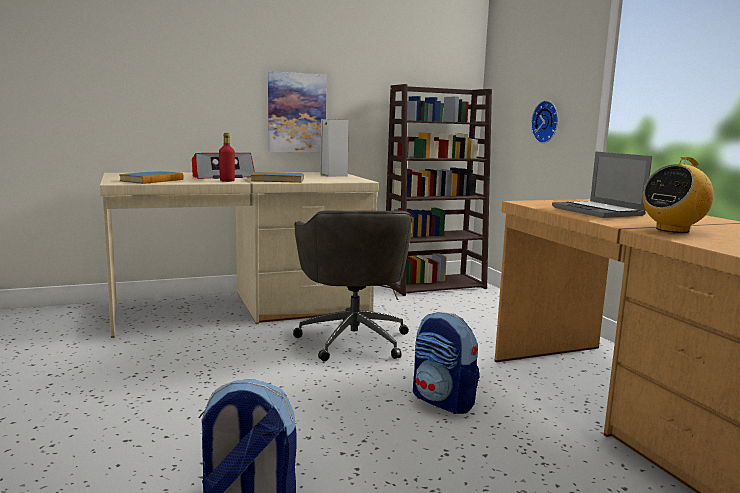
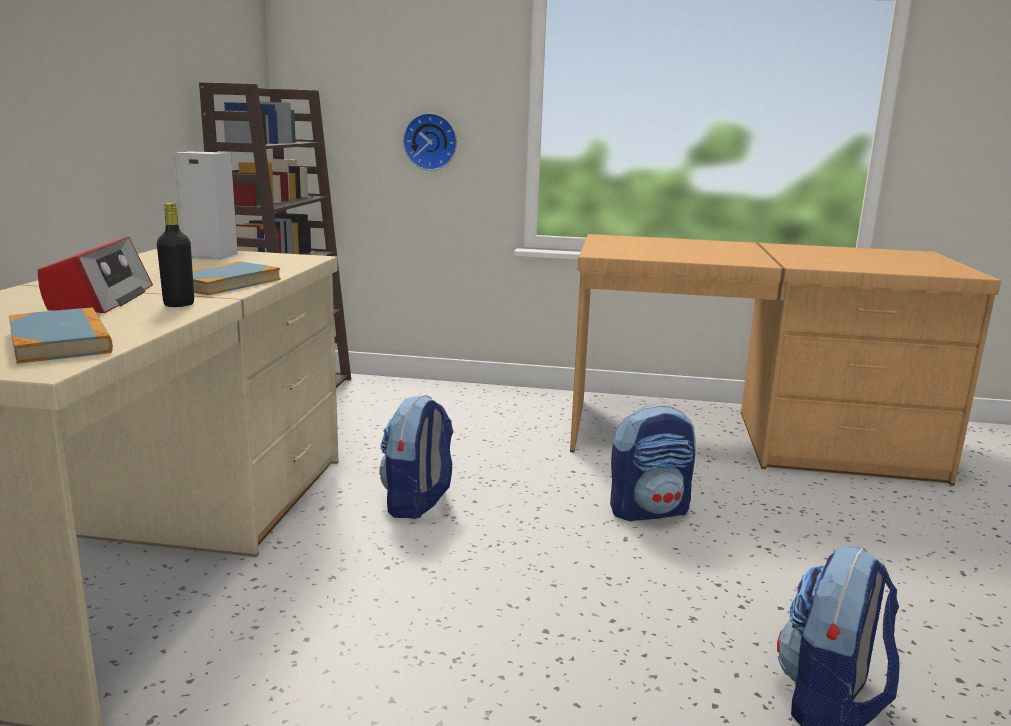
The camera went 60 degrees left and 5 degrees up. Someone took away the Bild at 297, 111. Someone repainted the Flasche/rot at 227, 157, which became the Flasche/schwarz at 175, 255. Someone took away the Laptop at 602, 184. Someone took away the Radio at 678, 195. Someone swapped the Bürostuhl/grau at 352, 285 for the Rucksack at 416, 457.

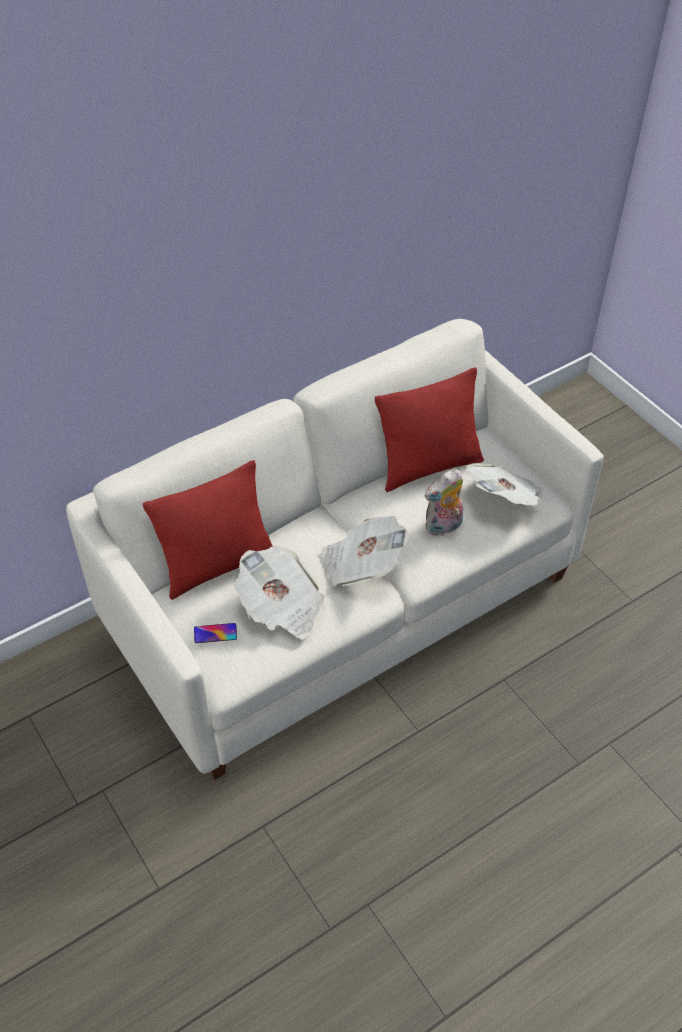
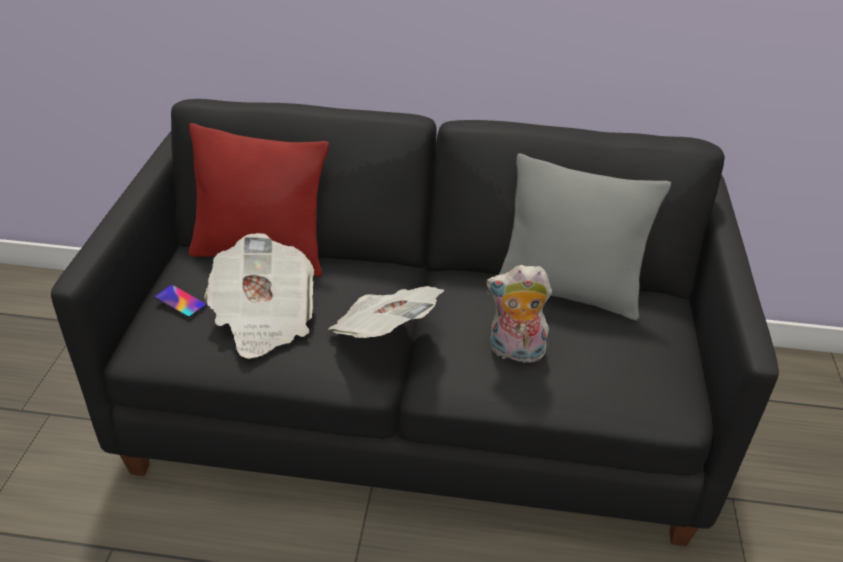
The camera went 40 degrees right and 10 degrees down. Someone repainted the Sofa/weiß at 335, 549, which became the Sofa/schwarz at 415, 322. Someone repainted the Kissen/rot at 429, 429, which became the Kissen/grau at 585, 237. Someone took away the Zeitung at 504, 485.

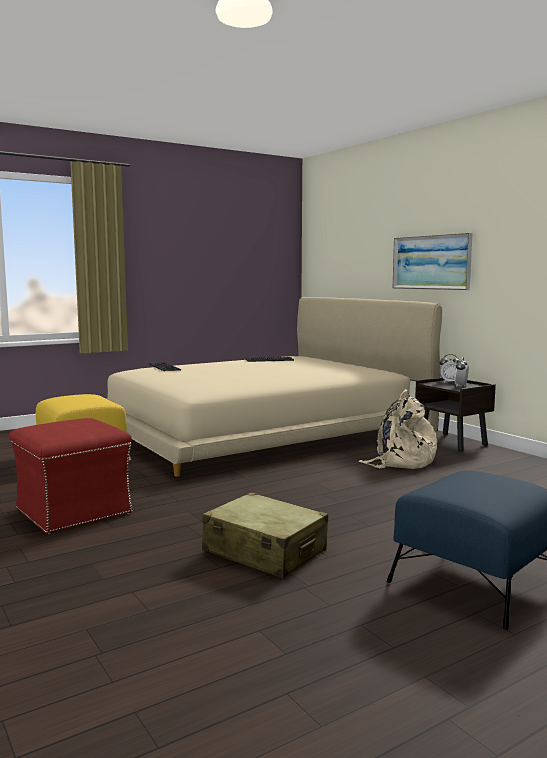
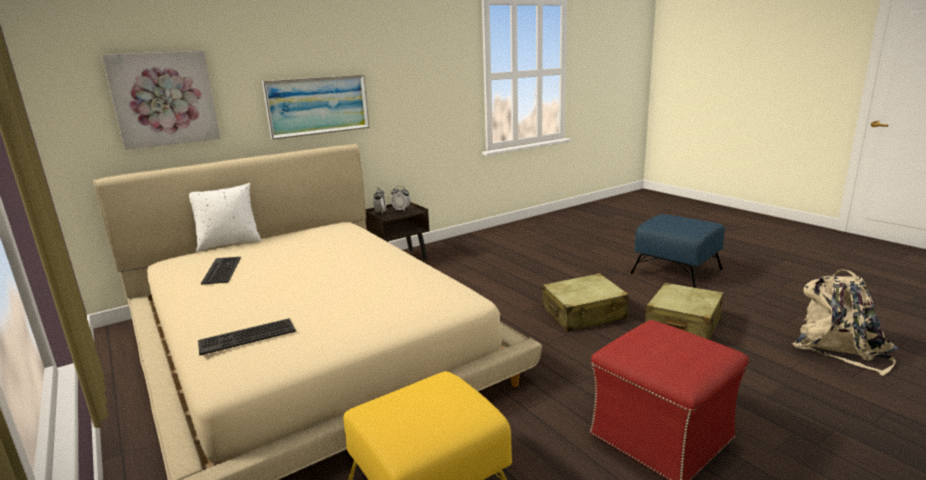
The camera went 90 degrees left and 10 degrees up. Someone carried the Rucksack/beige from 398, 429 to 845, 322. Someone put up the Bild at 161, 100. Someone put down the Kissen/weiß at 225, 217. Someone put down the Koffer/beige at 585, 302.

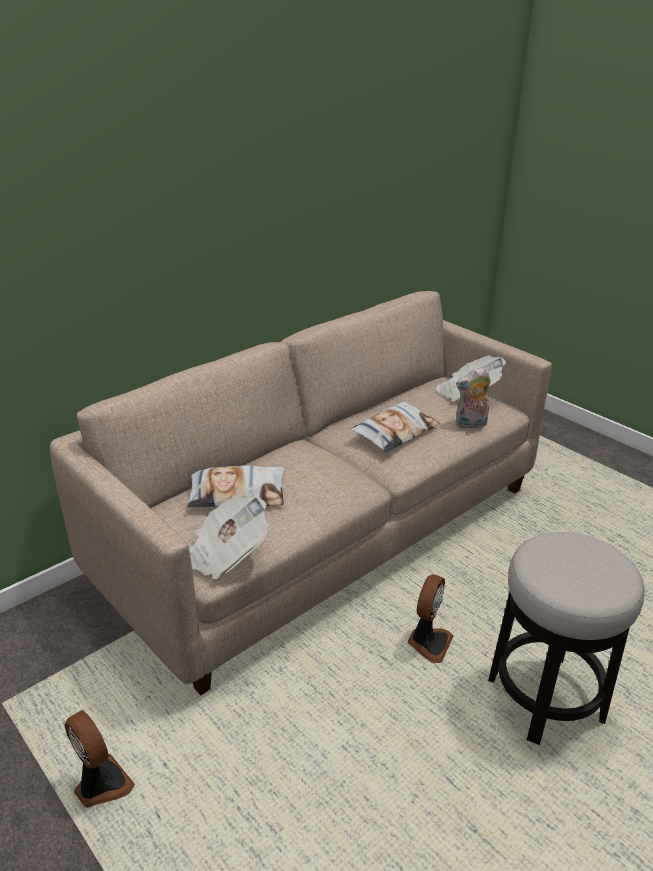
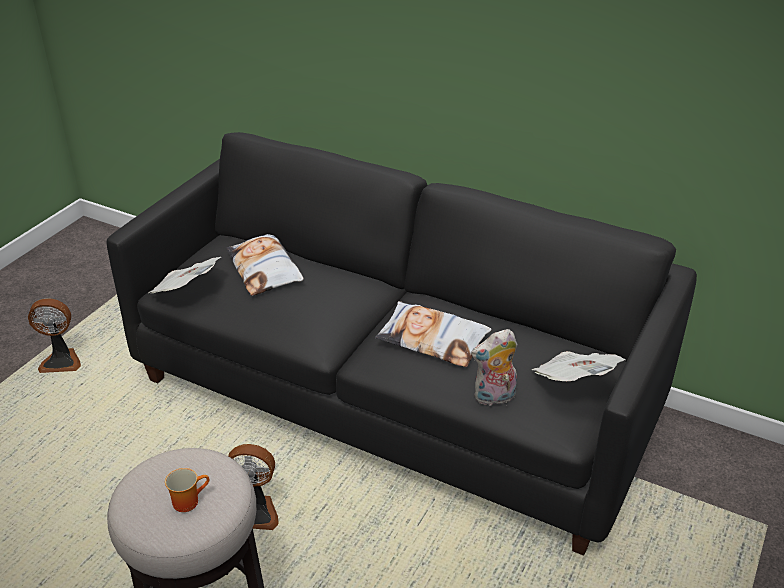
The camera went 70 degrees right and 5 degrees up. Someone repainted the Sofa/beige at 301, 493, which became the Sofa/schwarz at 401, 344. Someone rotated the Plüschtier at 473, 398 by 75 degrees counterclockwise. Someone rotated the Ventilator at 99, 759 by 60 degrees clockwise. Someone put down the Henkelbecher at 187, 490.

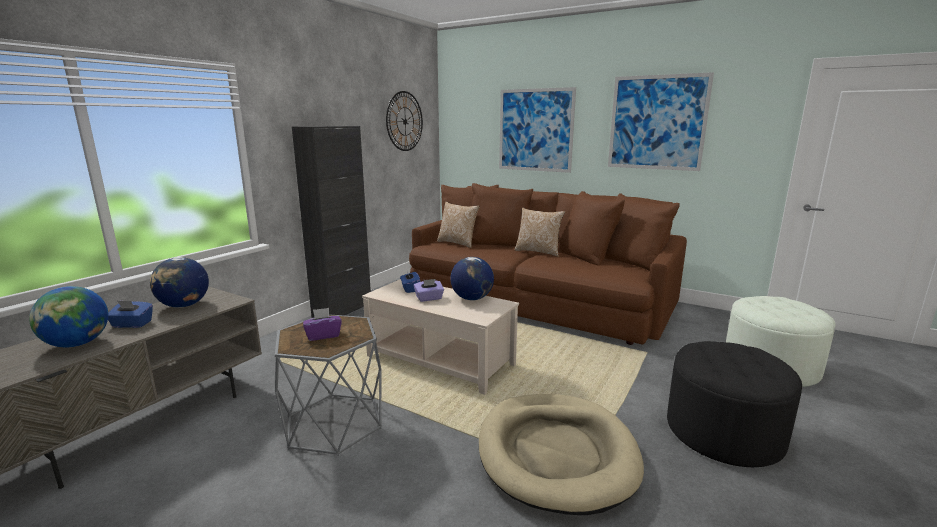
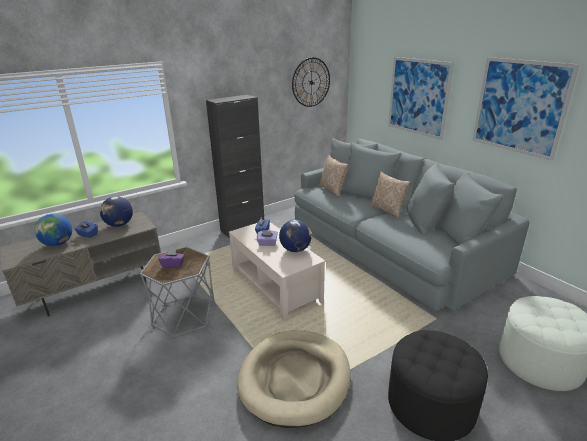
The camera went 25 degrees right and 10 degrees up. Someone repainted the Sofa/braun at 548, 264, which became the Sofa/grau at 412, 224.

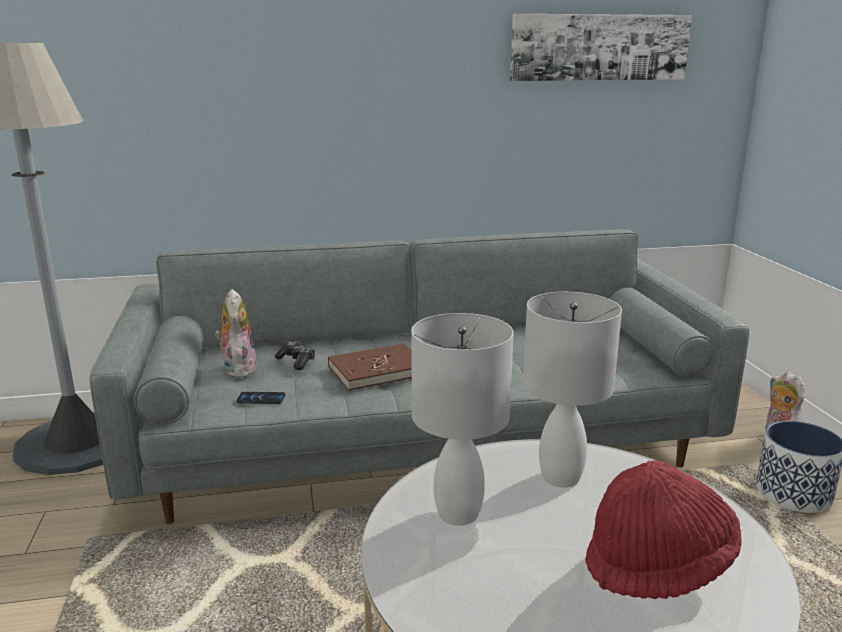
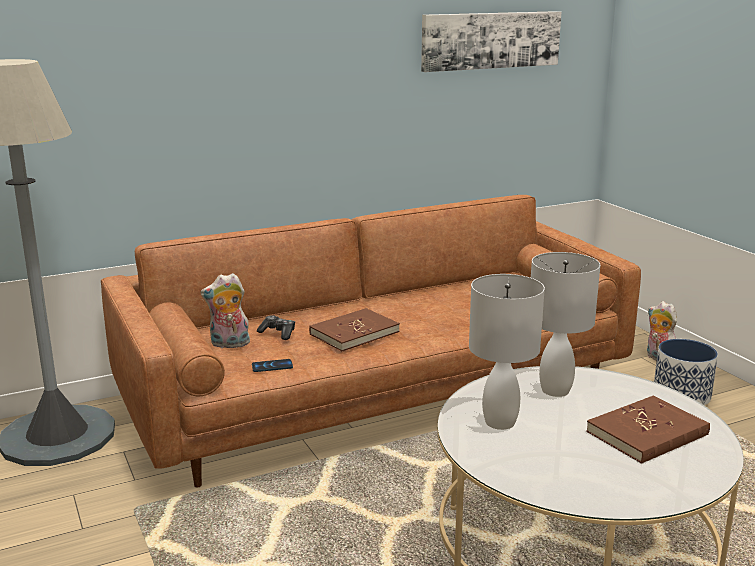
The camera went 15 degrees left and 0 degrees up. Someone repainted the Sofa/grau at 419, 376, which became the Sofa/braun at 371, 341. Someone rotated the Plüschtier at 236, 333 by 75 degrees counterclockwise. Someone swapped the Hut/rot at 663, 529 for the Buch/braun at 648, 430.

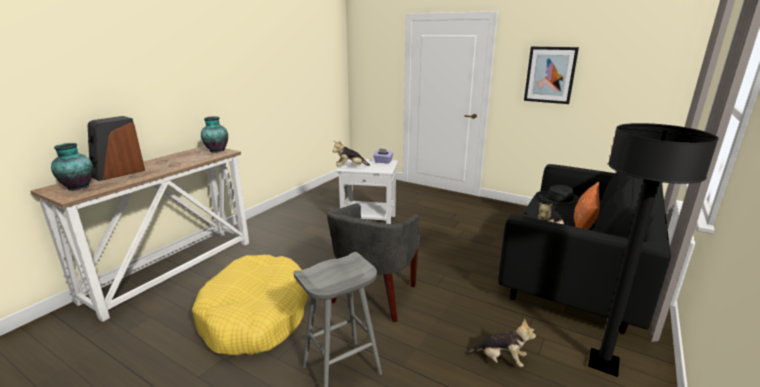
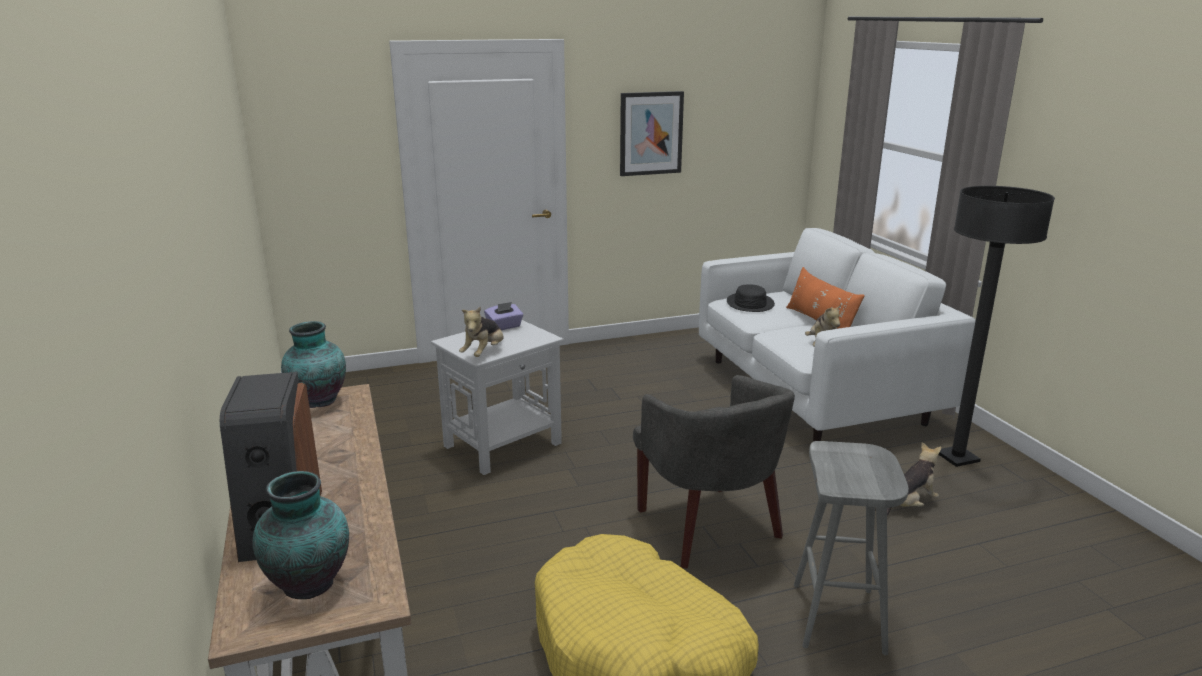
The camera went 50 degrees left and 0 degrees up. Someone repainted the Sofa/schwarz at 584, 249, which became the Sofa/weiß at 837, 335.

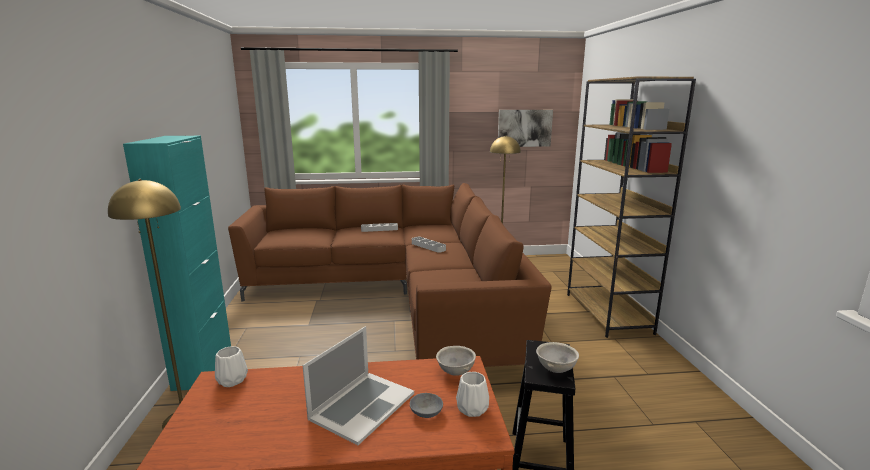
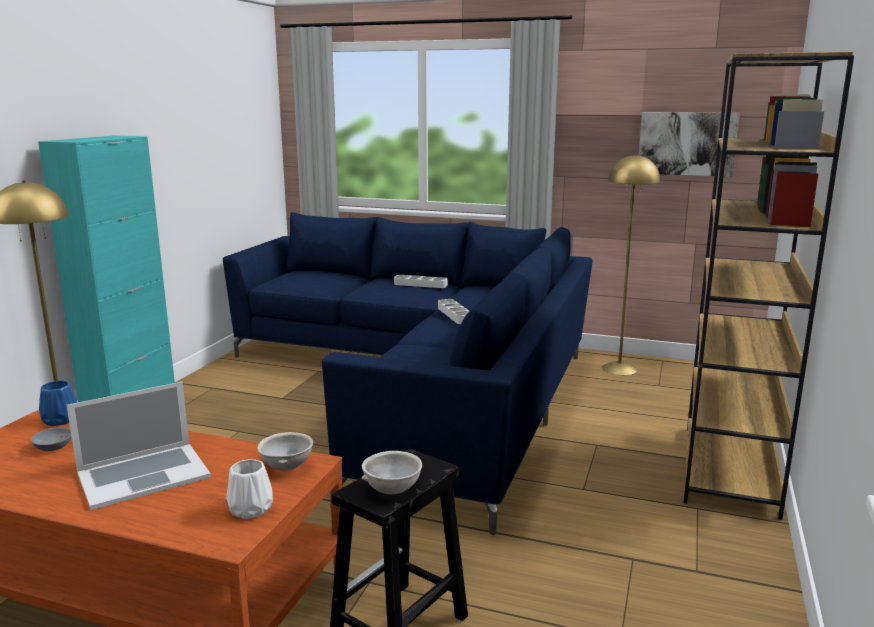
The camera went 25 degrees right and 0 degrees up. Someone repainted the Sofa/braun at 389, 275, which became the Sofa/blau at 407, 373. Someone repainted the Vase/weiß at 231, 366, which became the Vase/blau at 58, 403. Someone carried the Schüssel/grau from 426, 405 to 51, 439.

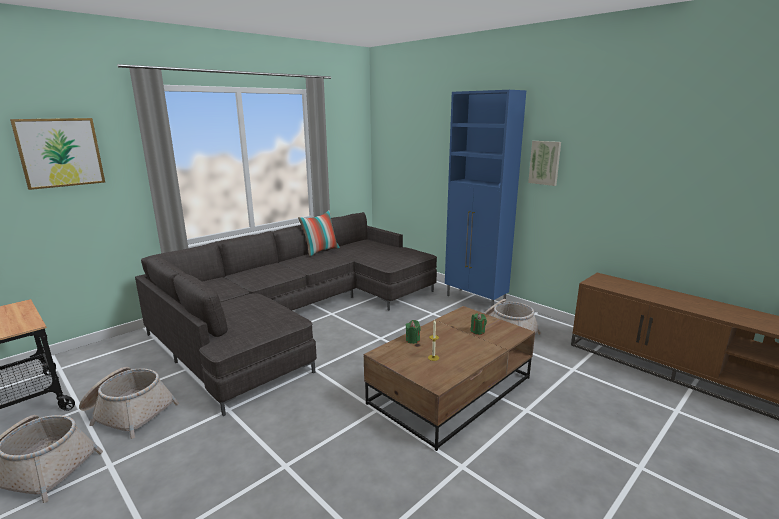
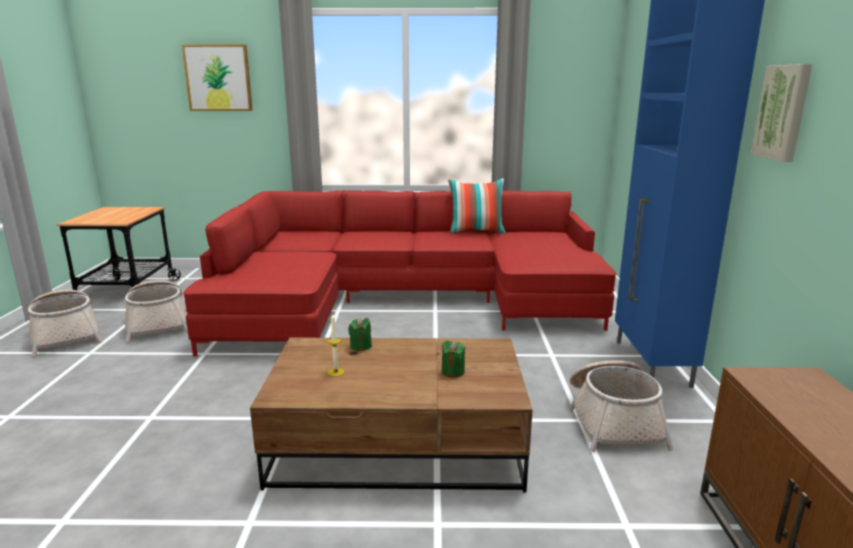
The camera went 45 degrees right and 0 degrees up. Someone repainted the Sofa/grau at 286, 314, which became the Sofa/rot at 399, 273.

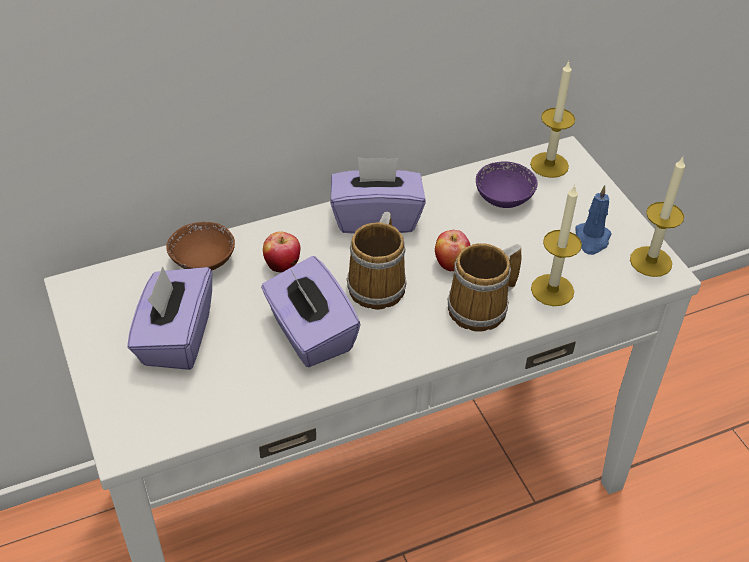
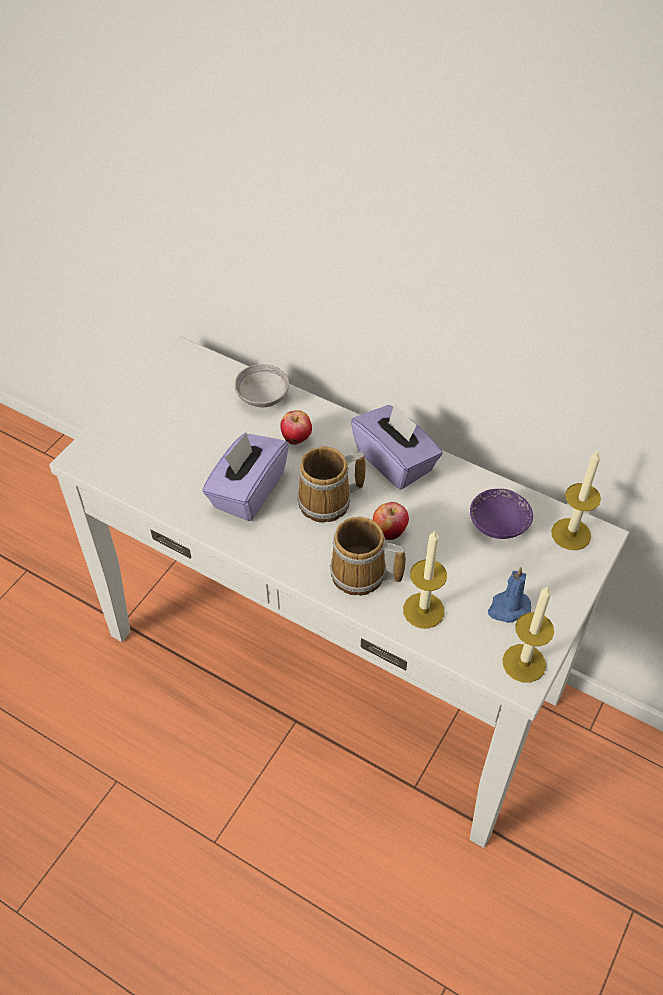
The camera went 55 degrees right and 5 degrees up. Someone repainted the Schüssel/braun at 200, 246, which became the Schüssel/grau at 262, 385. Someone took away the Taschentuchbox/lila at 169, 318.

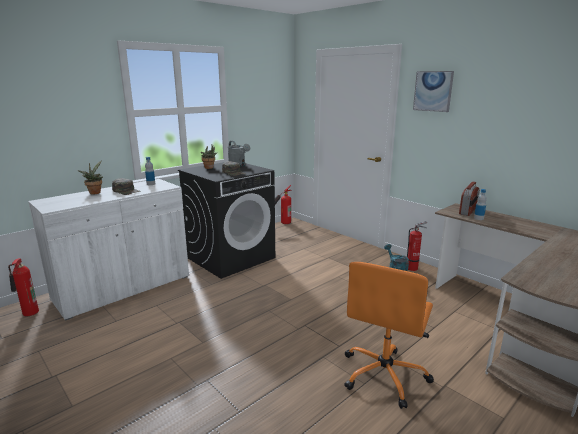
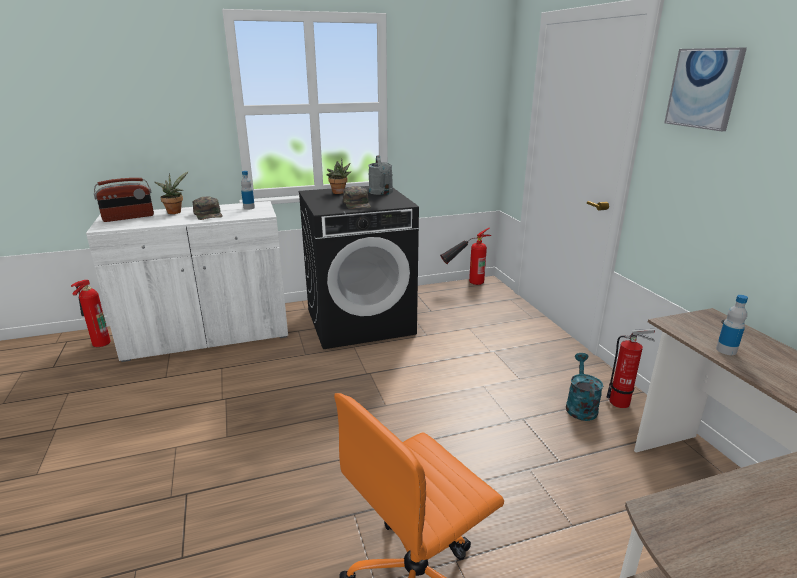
The camera went 25 degrees right and 5 degrees up. Someone carried the Radio from 469, 199 to 124, 200.

